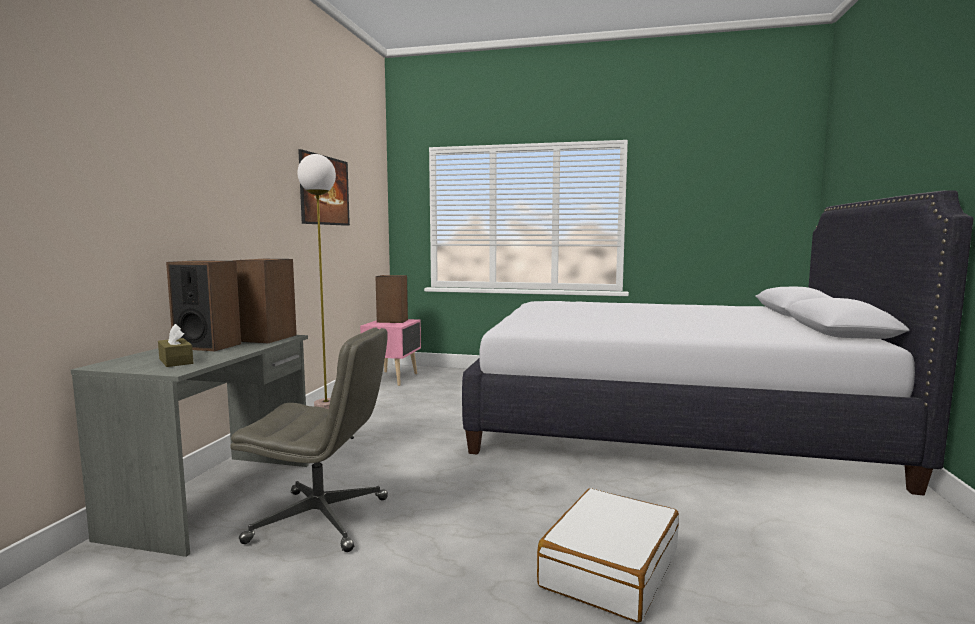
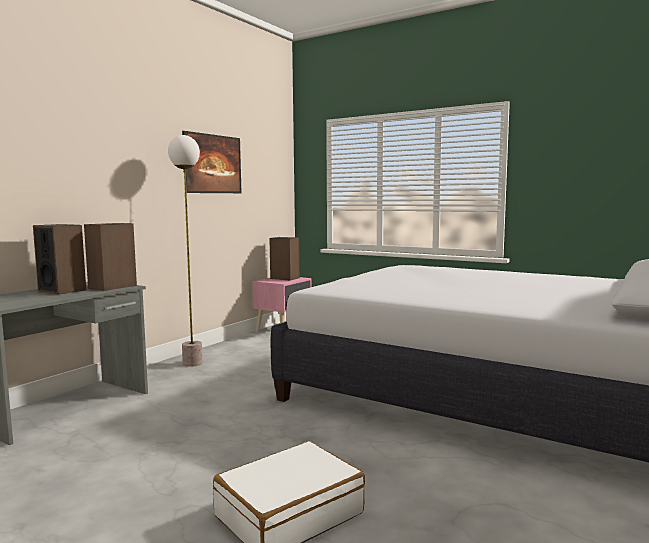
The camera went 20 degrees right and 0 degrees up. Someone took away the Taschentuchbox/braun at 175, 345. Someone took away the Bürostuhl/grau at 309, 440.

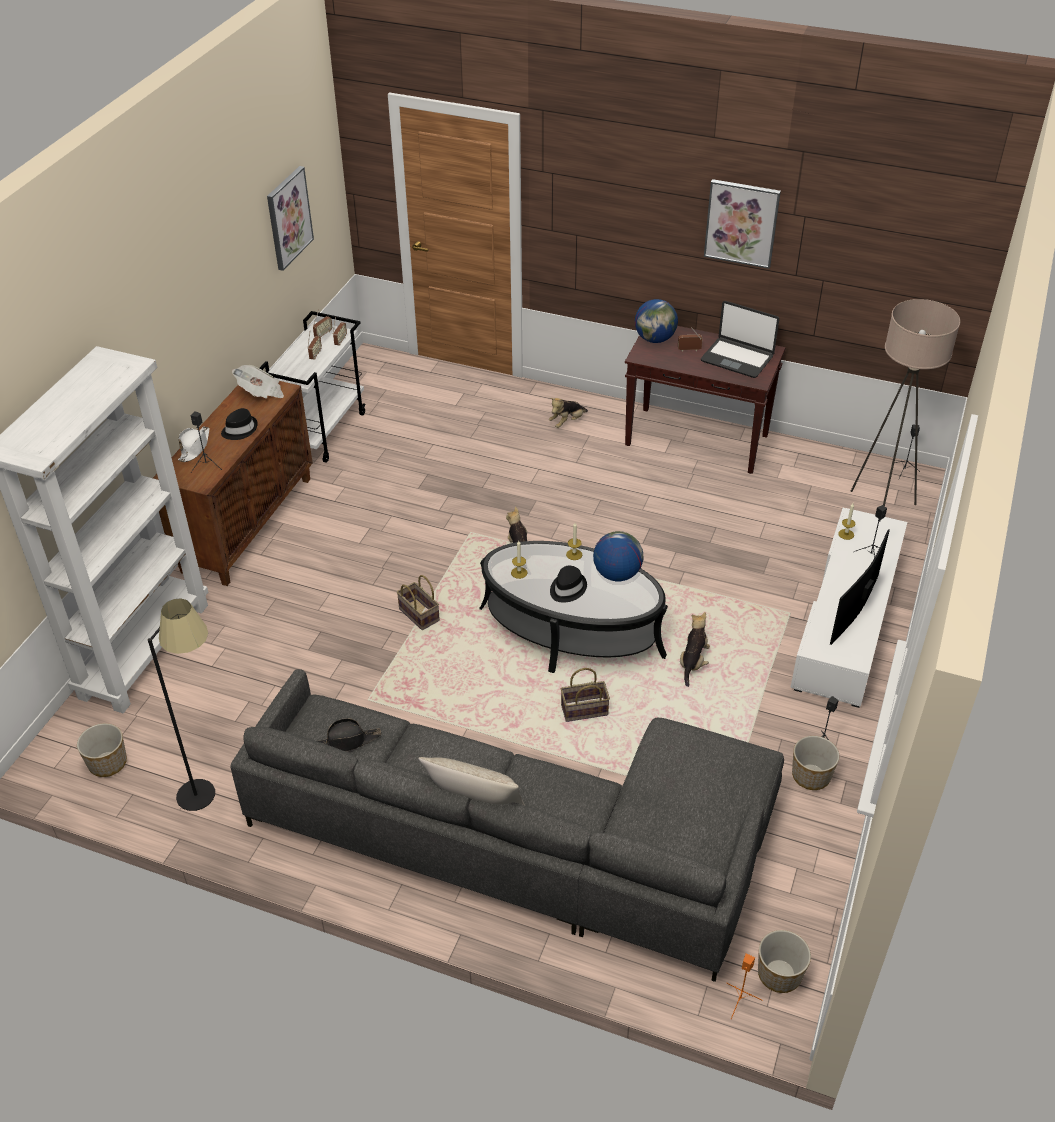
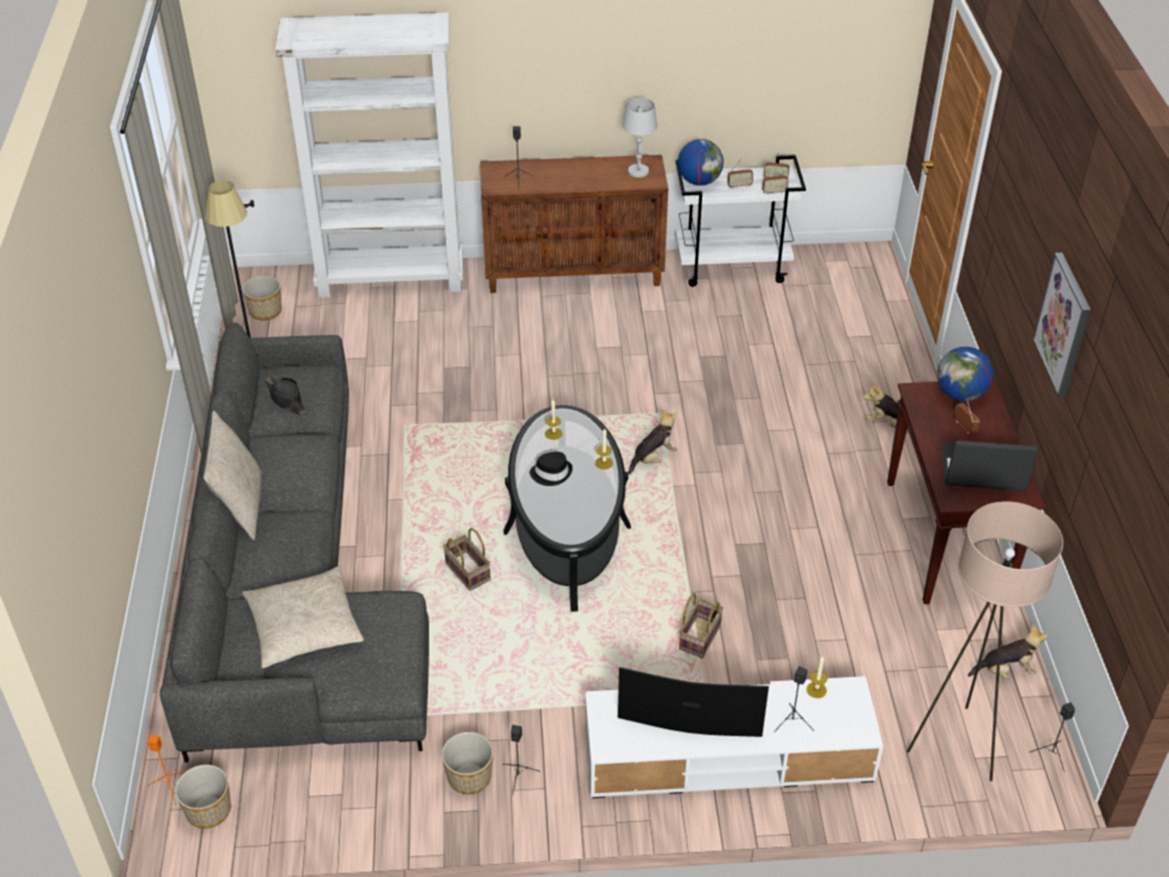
The camera went 65 degrees right and 0 degrees up. Someone took away the Bild at 290, 218. Someone rotated the Laptop at 740, 339 by 90 degrees clockwise. Someone swapped the Zeitung at 258, 381 for the Tischlampe/weiß at 639, 138. Someone took away the Hut/schwarz at 239, 424. Someone took away the Hut/weiß at 194, 444. Someone carried the Globus from 618, 556 to 700, 162. Someone carried the Korb from 418, 602 to 701, 625. Someone carried the Plüschtier from 695, 649 to 1008, 651. Someone put down the Kissen/beige at 303, 617.

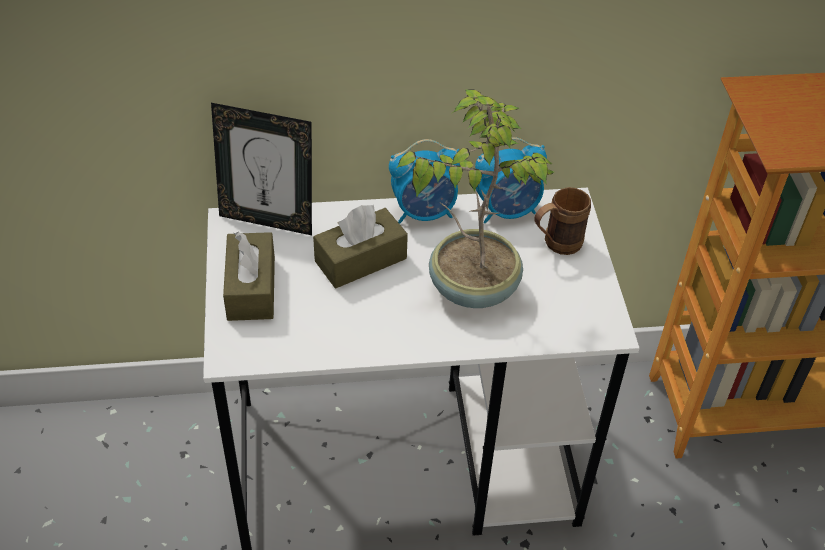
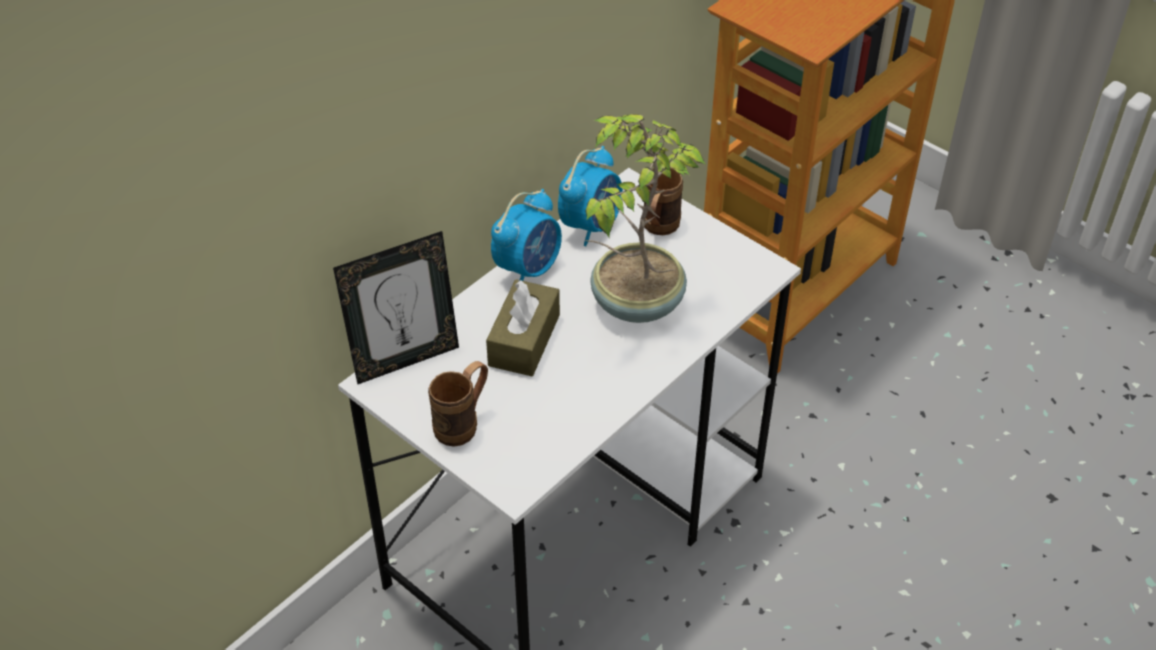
The camera went 40 degrees left and 0 degrees up. Someone swapped the Taschentuchbox/braun at 249, 276 for the Henkelbecher/braun at 458, 403.

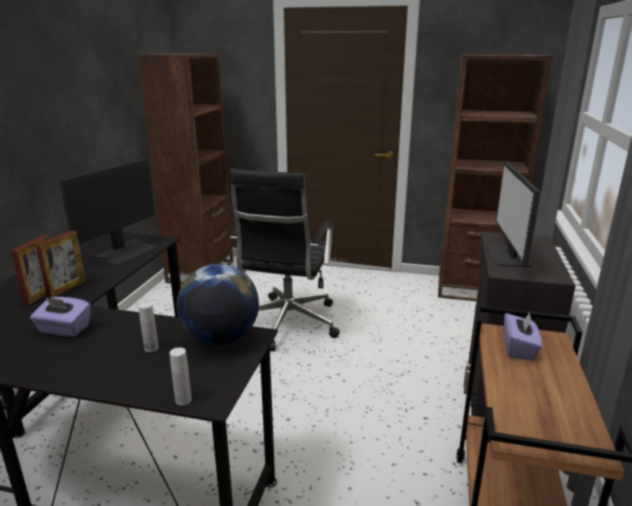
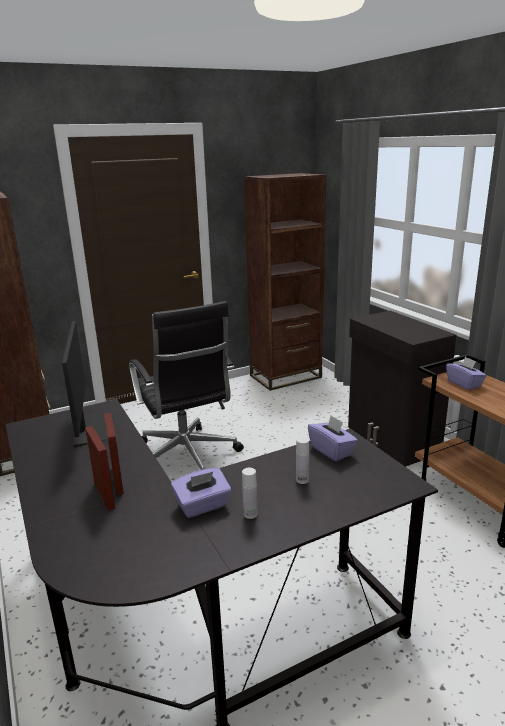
The camera went 40 degrees left and 0 degrees up. Someone took away the Monitor at 513, 214. Someone swapped the Globus at 218, 304 for the Taschentuchbox/lila at 333, 438. Someone carried the Flasche/weiß from 181, 376 to 249, 493.

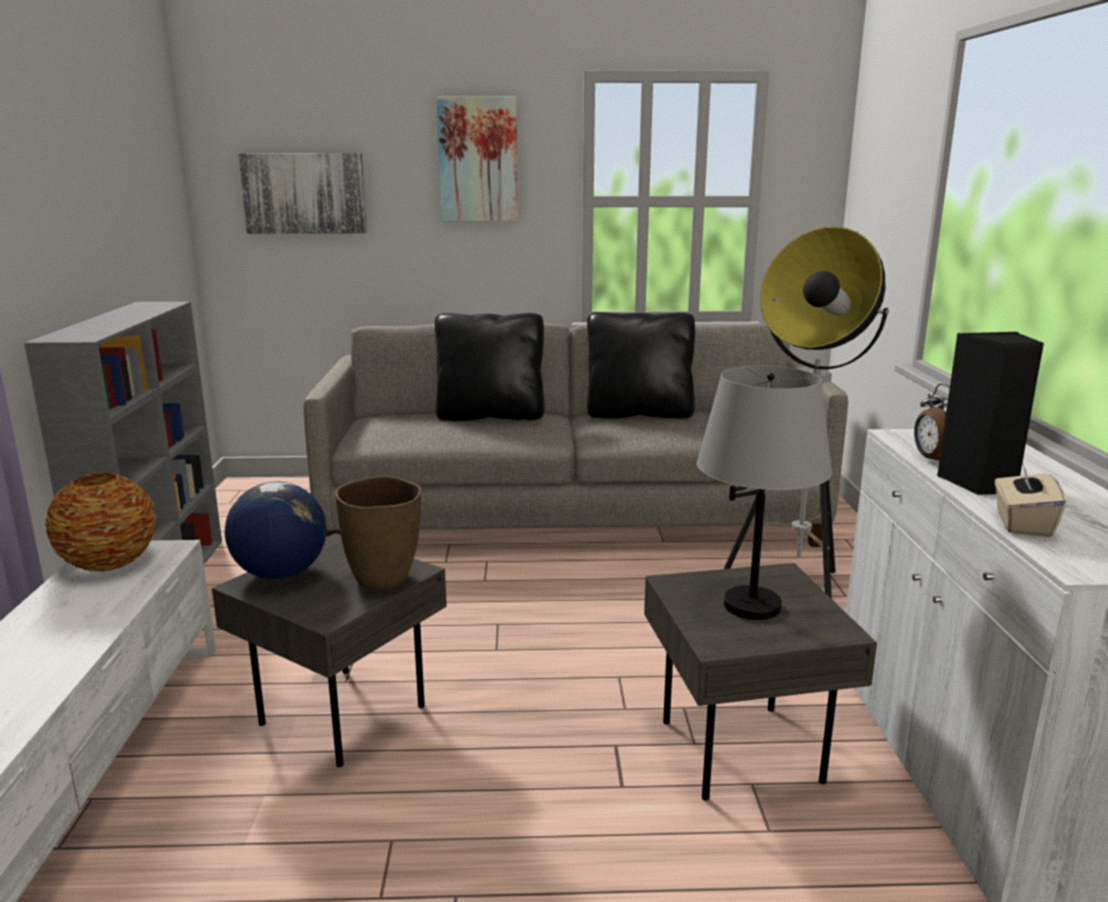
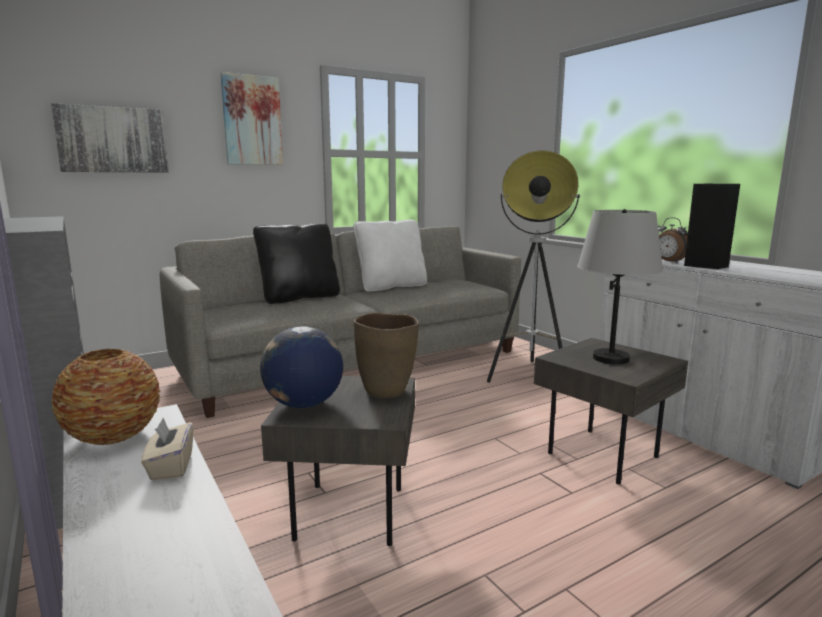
The camera went 30 degrees left and 5 degrees down. Someone repainted the Kissen/schwarz at 641, 365, which became the Kissen/weiß at 390, 255. Someone carried the Taschentuchbox/beige from 1030, 499 to 167, 449.

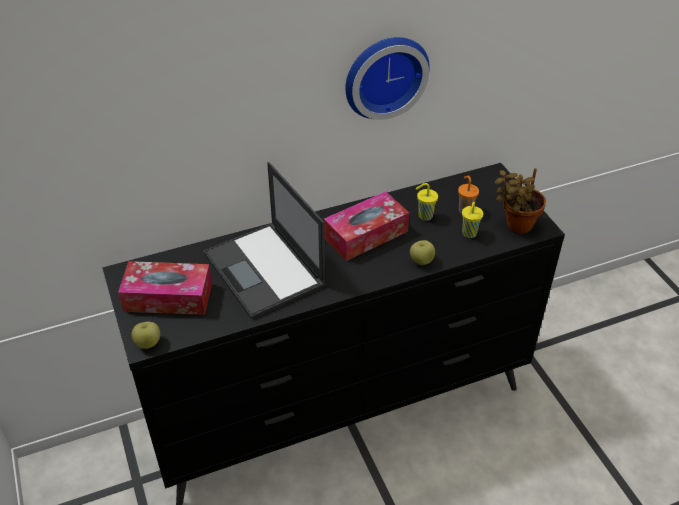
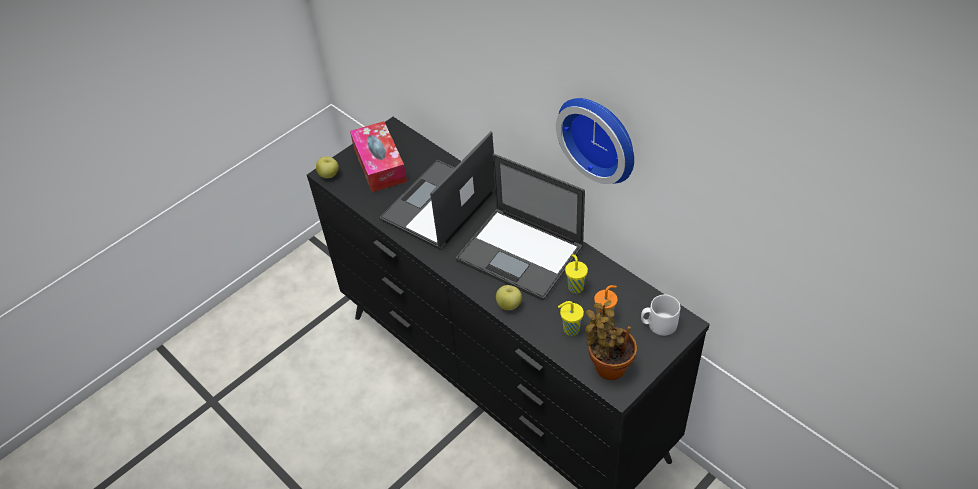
The camera went 70 degrees right and 5 degrees up. Someone swapped the Taschentuchbox at 366, 226 for the Laptop at 520, 227. Someone put down the Henkelbecher/weiß at 660, 315.

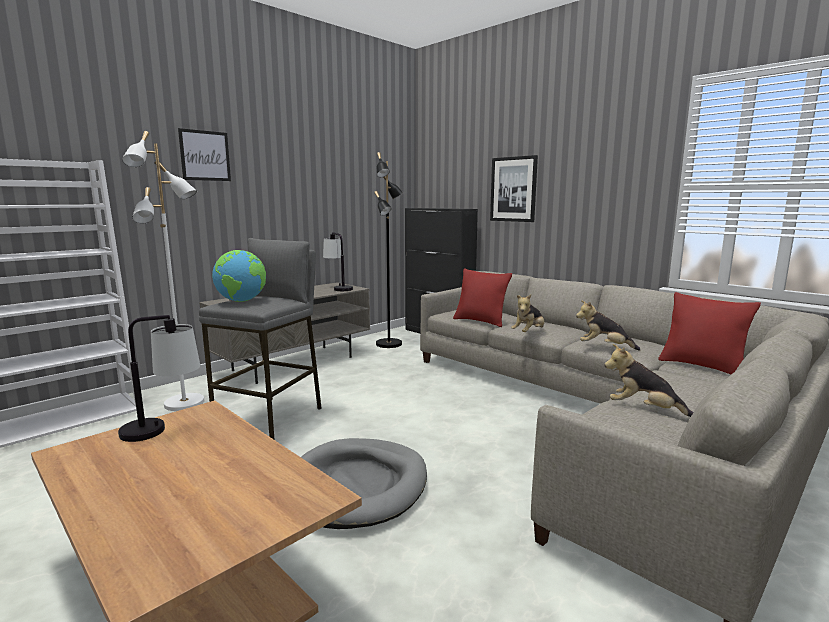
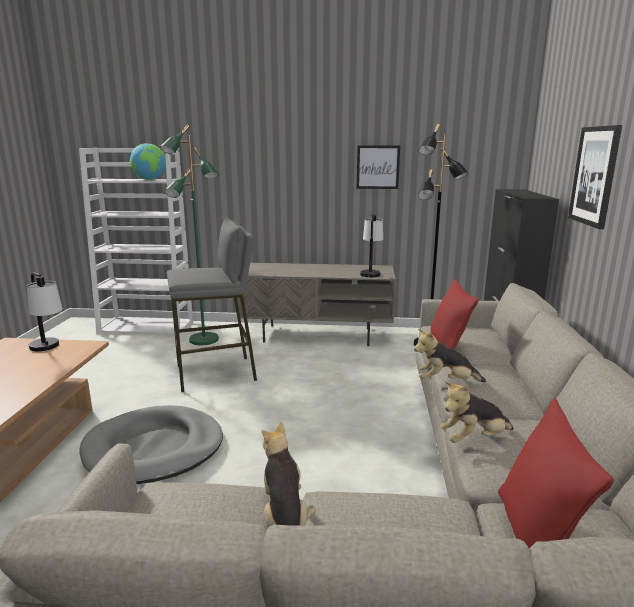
The camera went 50 degrees right and 5 degrees up. Someone carried the Bild from 204, 154 to 378, 167. Someone repainted the Stehlampe/weiß at 163, 271, which became the Stehlampe/grün at 189, 235. Someone carried the Globus from 239, 276 to 148, 161. Someone rotated the Plüschtier at 608, 325 by 90 degrees counterclockwise.

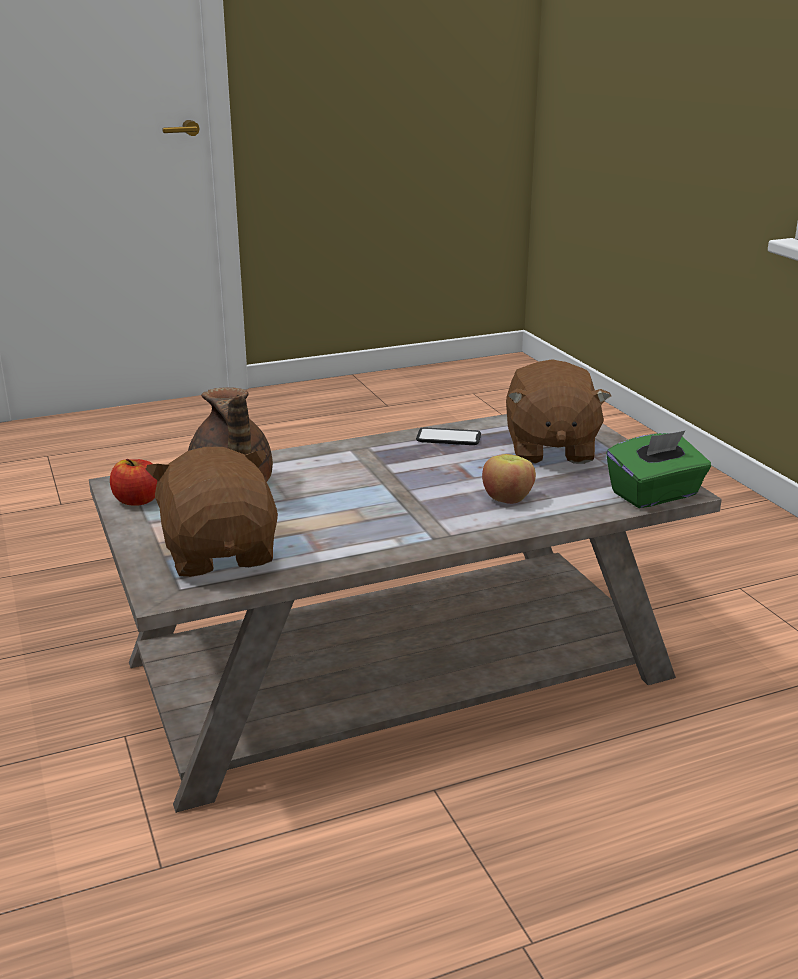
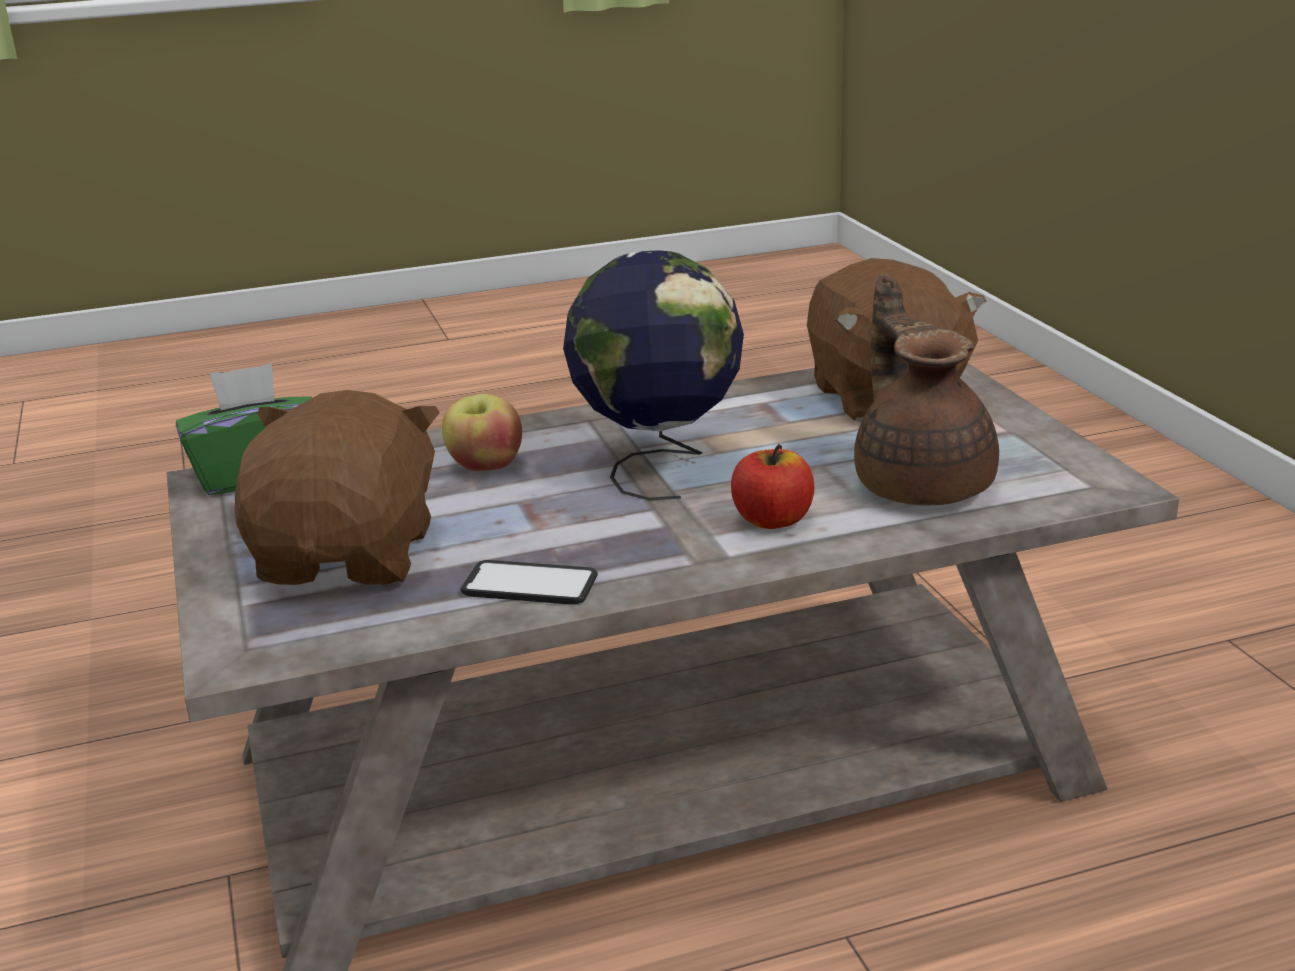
The camera went 175 degrees left and 0 degrees up. Someone carried the Apfel from 133, 482 to 772, 486. Someone put down the Globus at 653, 375.

